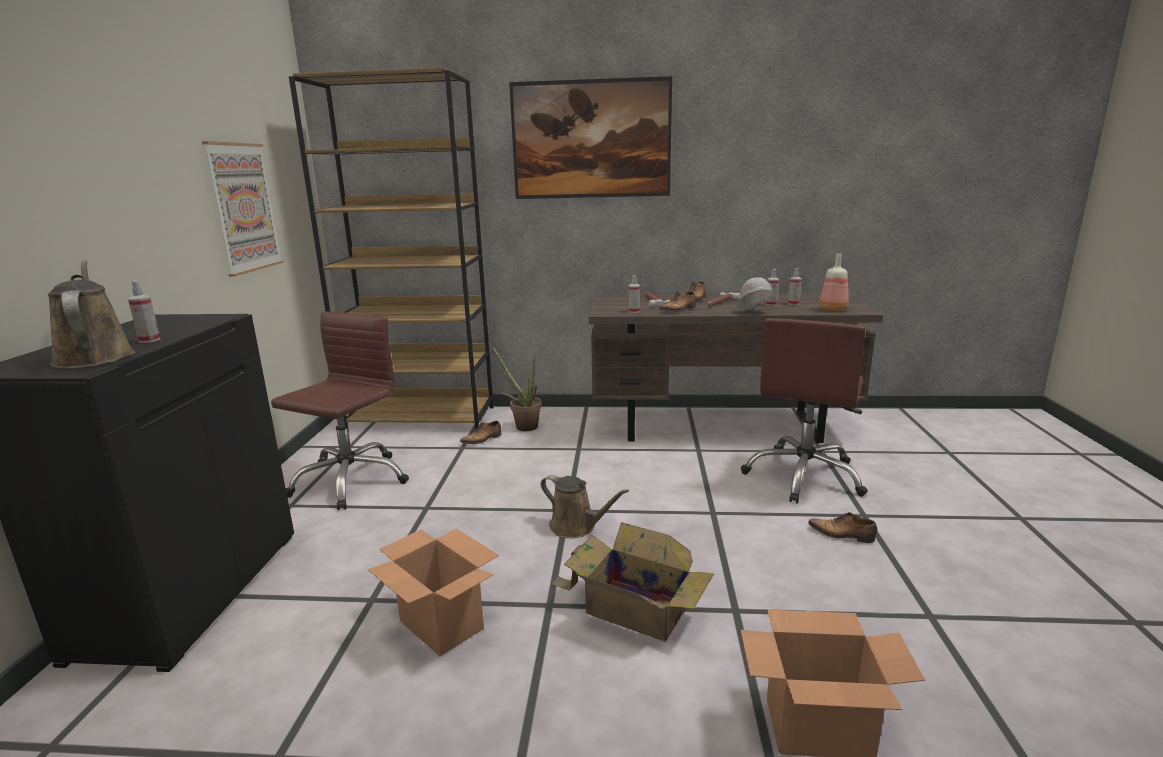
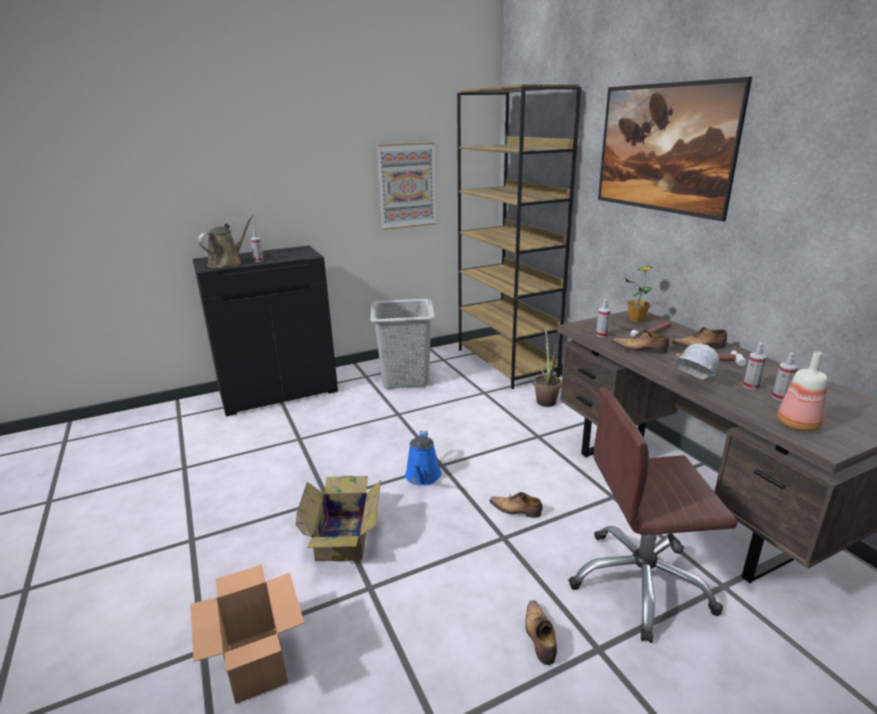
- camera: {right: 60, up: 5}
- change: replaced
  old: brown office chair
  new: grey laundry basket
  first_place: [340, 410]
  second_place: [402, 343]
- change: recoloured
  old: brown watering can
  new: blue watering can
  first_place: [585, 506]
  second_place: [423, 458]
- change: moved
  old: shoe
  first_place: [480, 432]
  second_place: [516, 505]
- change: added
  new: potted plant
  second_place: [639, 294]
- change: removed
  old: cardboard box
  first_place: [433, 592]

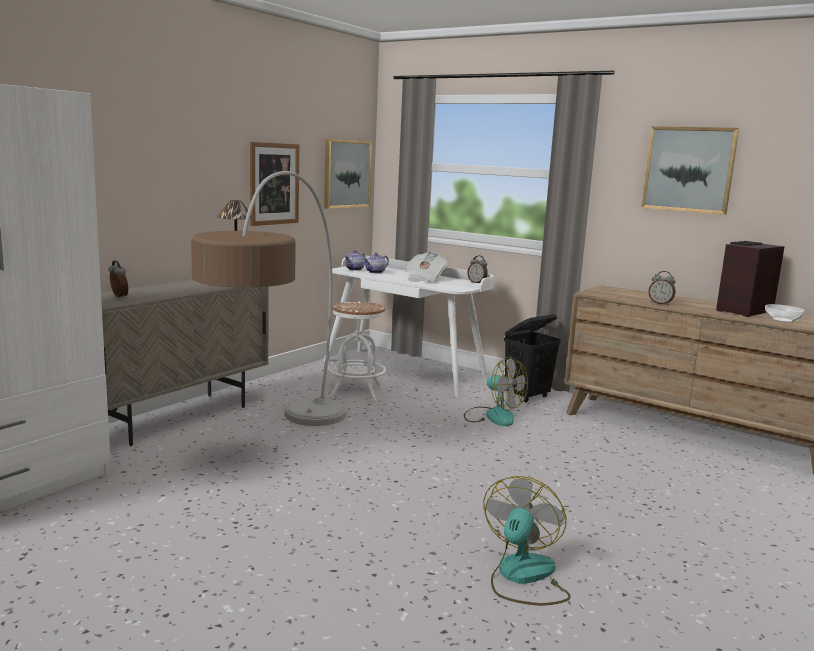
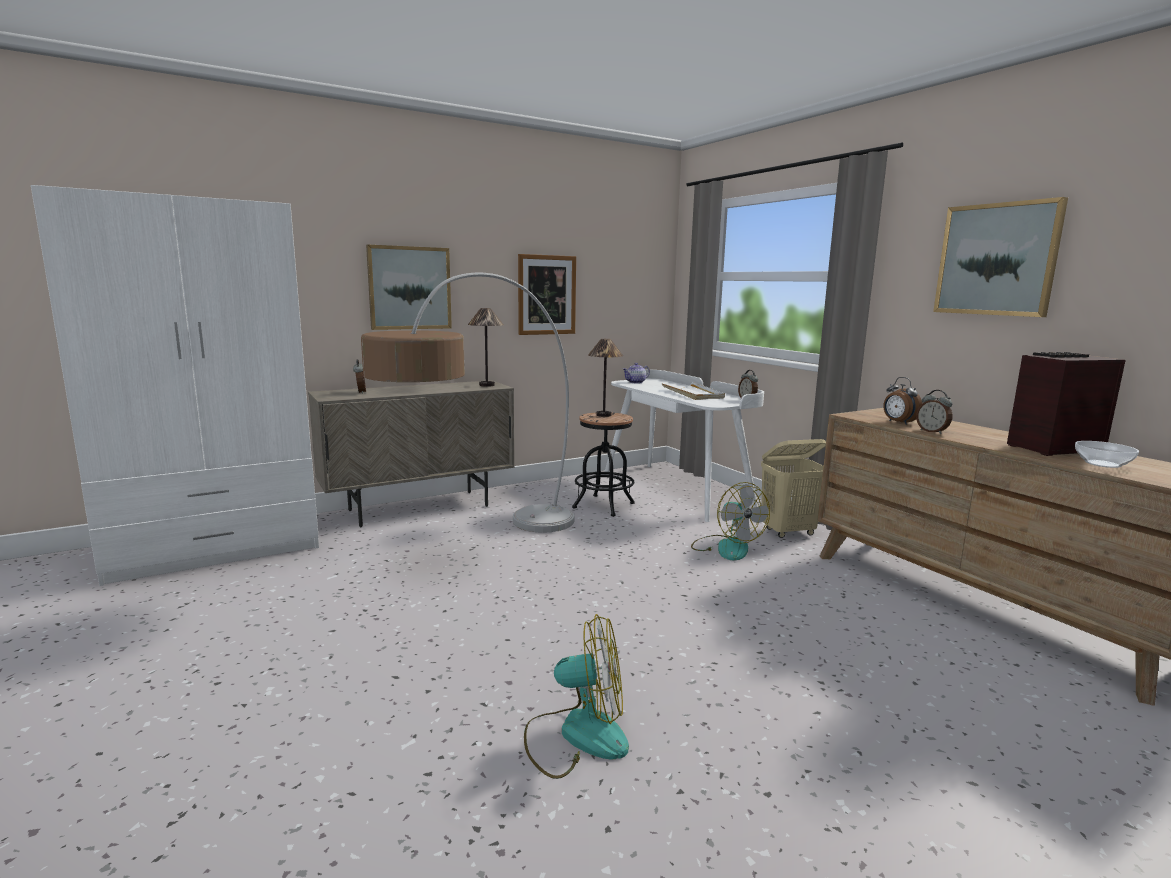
- camera: {right: 25, up: 0}
- change: moved
  old: picture
  first_place: [348, 174]
  second_place: [409, 287]
- change: turned
  old: fan
  first_place: [527, 540]
  second_place: [576, 696]
  degrees: 45
- change: recoloured
  old: white stool
  new: black stool
  first_place: [356, 351]
  second_place: [603, 465]
- change: added
  new: table lamp
  second_place: [605, 378]
- change: replaced
  old: newspaper
  new: white tray
  first_place: [427, 267]
  second_place: [693, 391]
- change: recoloured
  old: black laundry basket
  new: beige laundry basket
  first_place: [532, 358]
  second_place: [793, 488]
- change: added
  new: alarm clock
  second_place: [902, 401]
- change: removed
  old: teapot
  first_place: [376, 263]

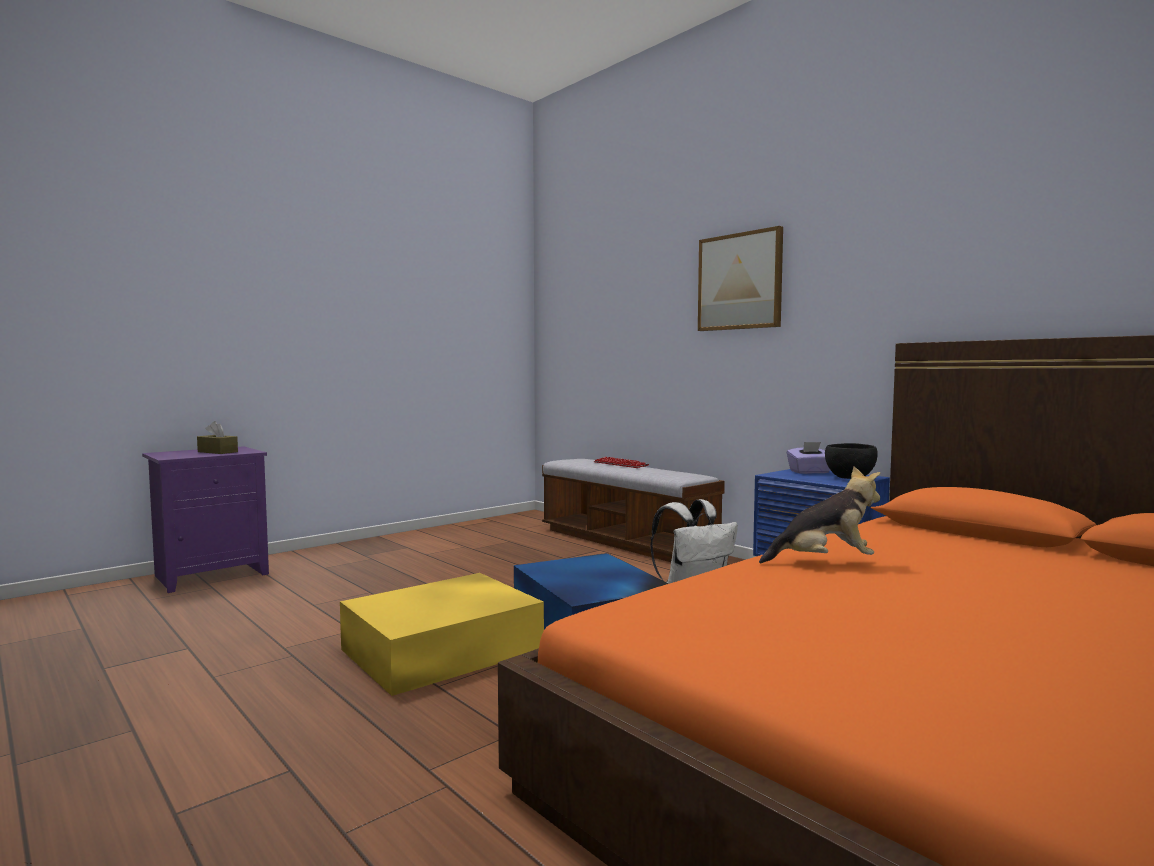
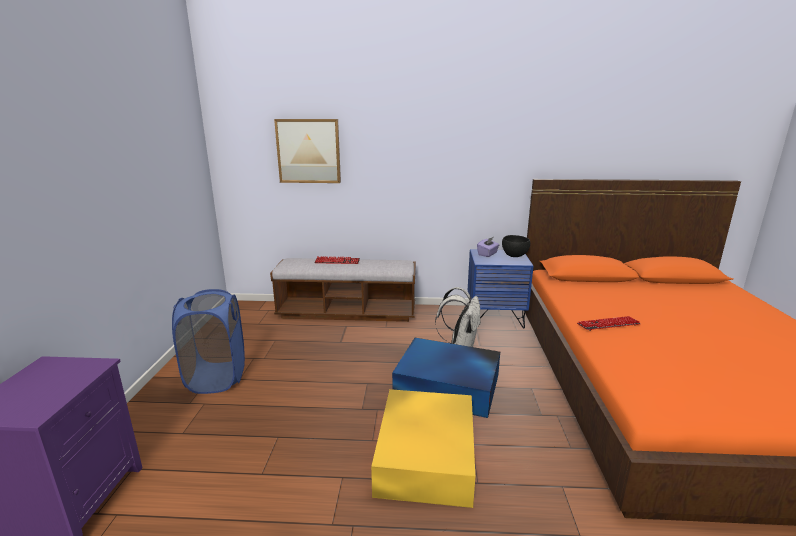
- camera: {right: -45, up: 15}
- change: added
  new: blue laundry basket
  second_place: [208, 341]
- change: moved
  old: picture
  first_place: [740, 278]
  second_place: [307, 151]
- change: replaced
  old: plush toy
  new: keyboard
  first_place: [819, 514]
  second_place: [609, 323]
- change: removed
  old: brown tissue box
  first_place: [217, 437]

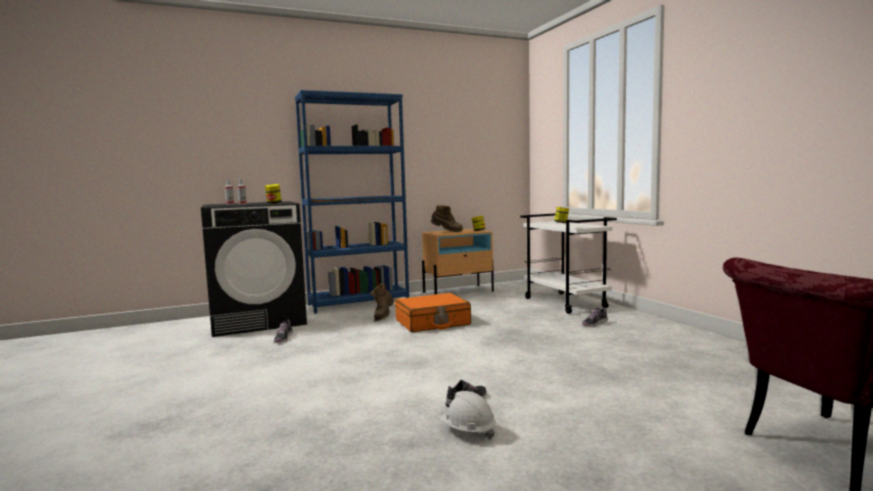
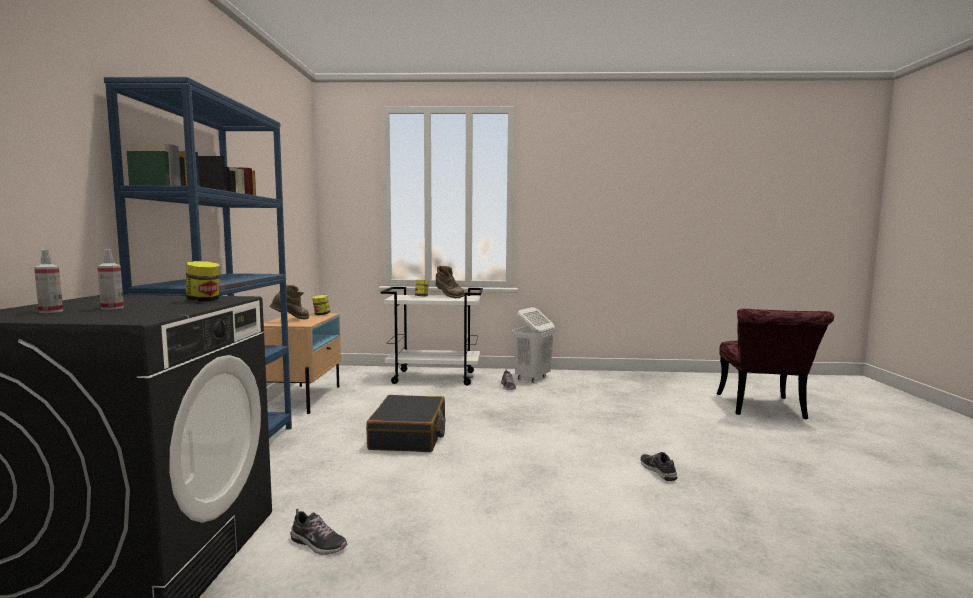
- camera: {right: -65, up: 0}
- change: recoloured
  old: orange suitcase
  new: black suitcase
  first_place: [433, 312]
  second_place: [405, 423]
- change: moved
  old: brown boot
  first_place: [382, 302]
  second_place: [449, 281]
- change: added
  new: white laundry basket
  second_place: [533, 345]
- change: removed
  old: white hard hat
  first_place: [468, 415]

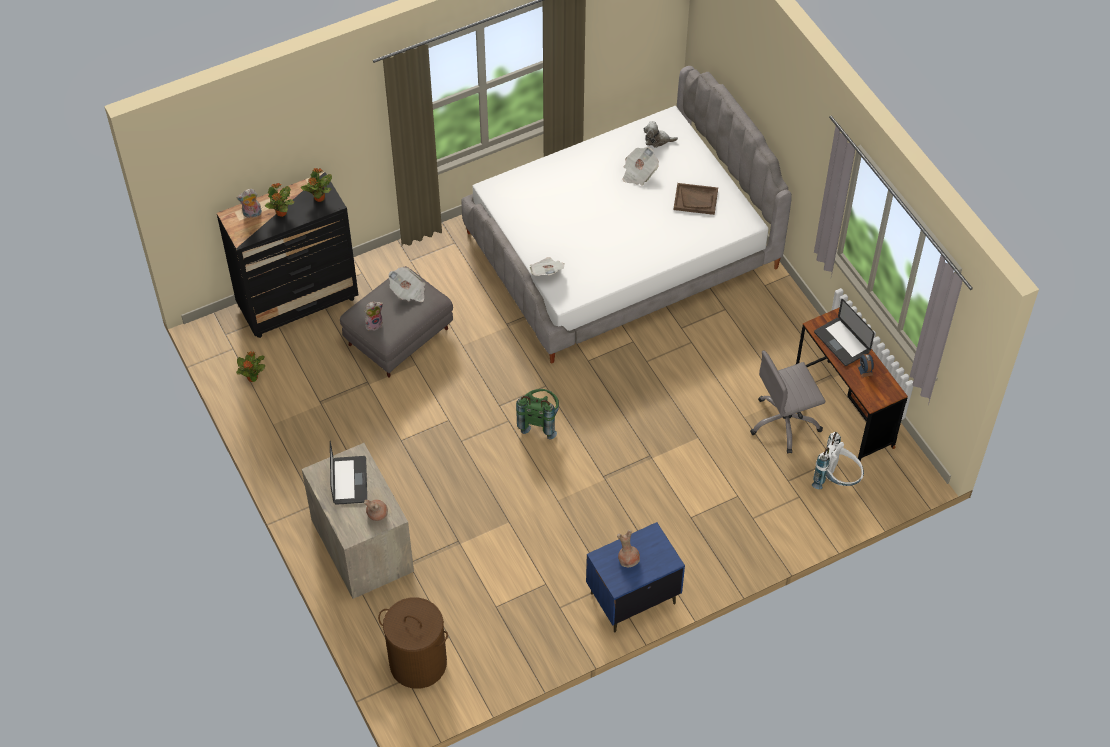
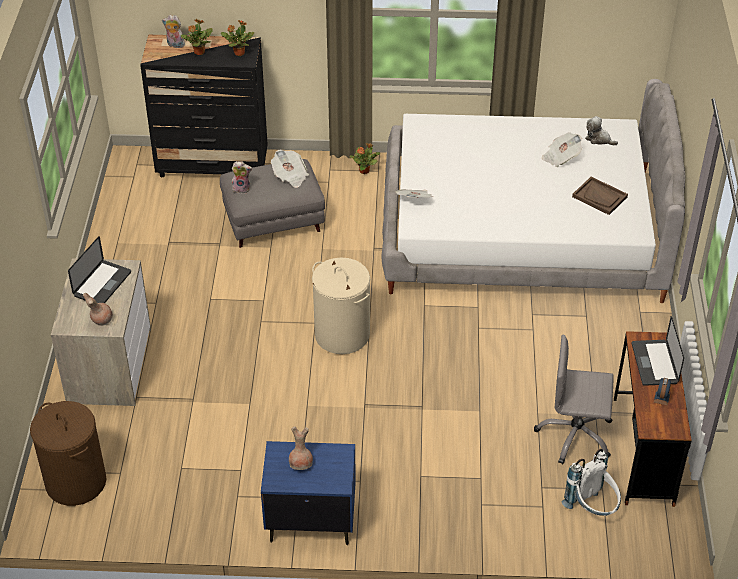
- camera: {right: 30, up: -10}
- change: replaced
  old: green backpack
  new: beige laundry basket
  first_place: [537, 414]
  second_place: [341, 306]
- change: moved
  old: potted plant
  first_place: [250, 366]
  second_place: [364, 158]

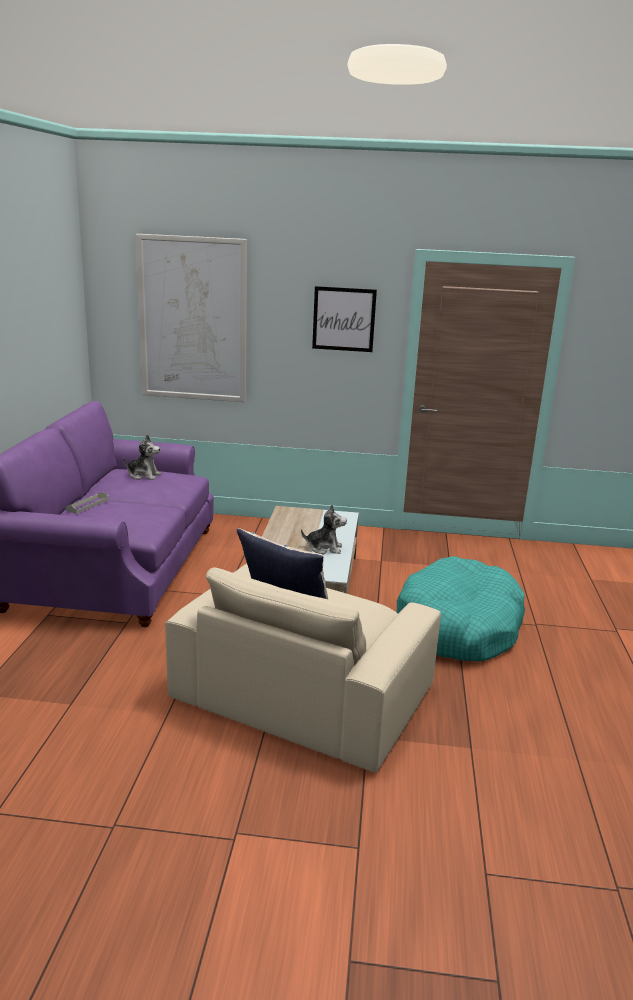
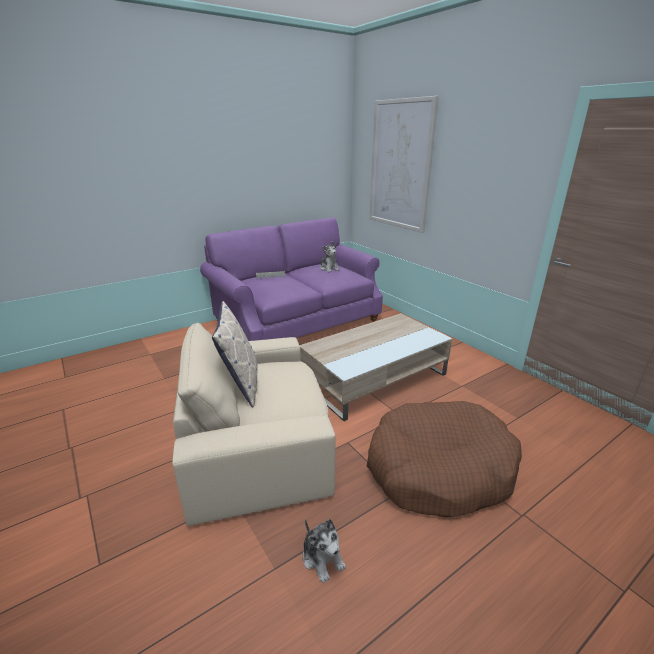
- camera: {right: 50, up: 5}
- change: moved
  old: plush toy
  first_place: [324, 529]
  second_place: [324, 551]
- change: recoloured
  old: turquoise dog bed
  new: brown dog bed
  first_place: [461, 608]
  second_place: [444, 459]
- change: removed
  old: picture
  first_place: [344, 319]

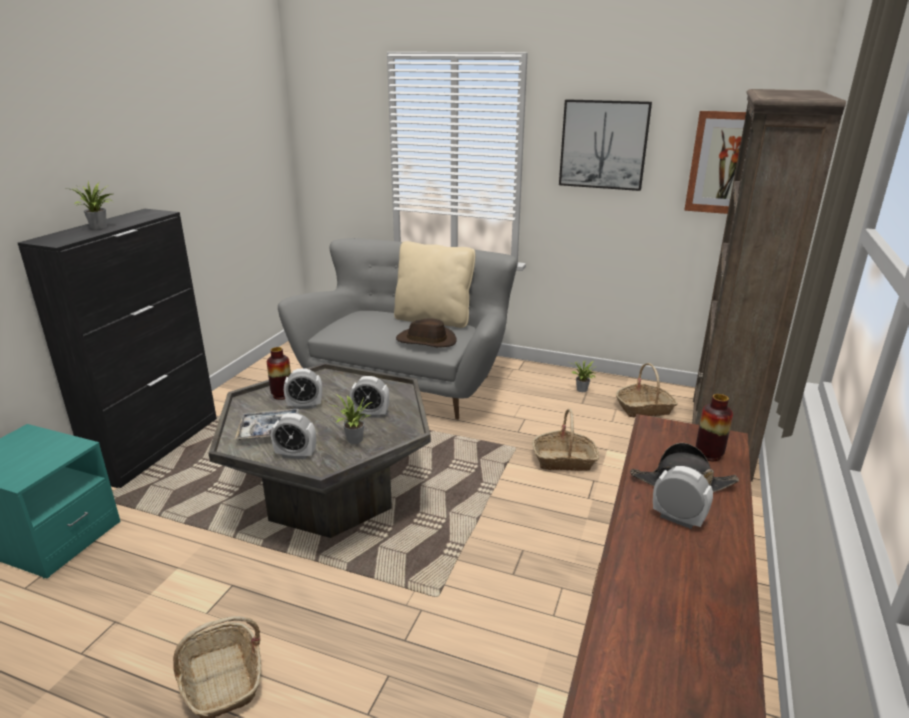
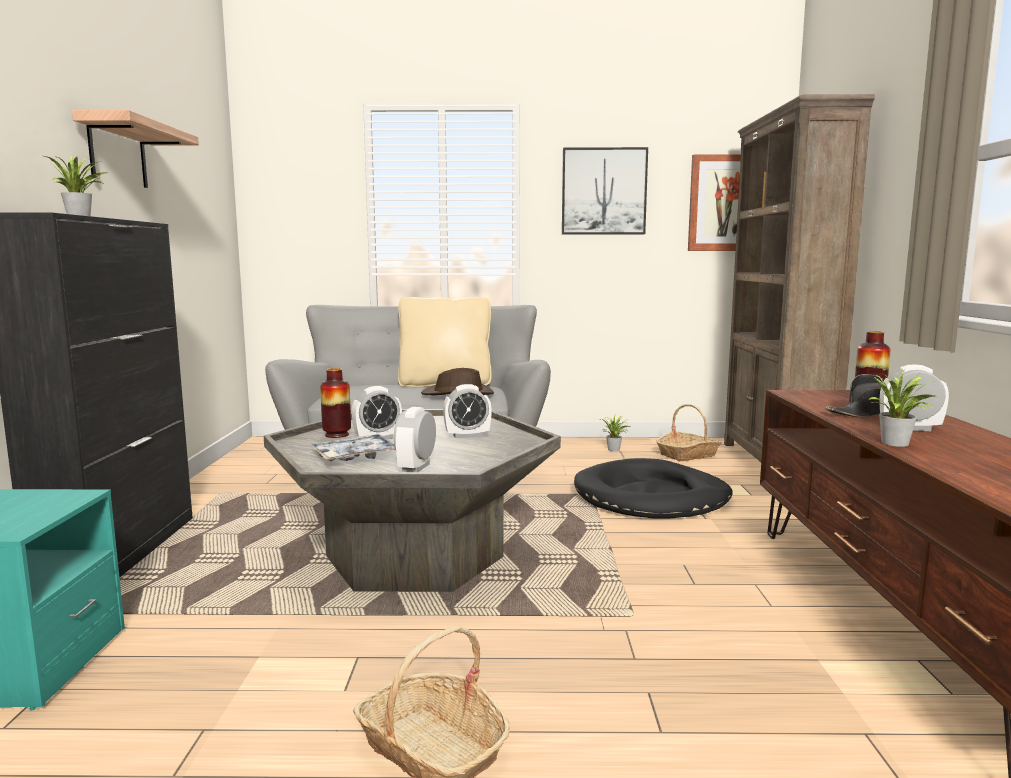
- camera: {right: -20, up: -15}
- change: added
  new: shelf
  second_place: [135, 149]
- change: turned
  old: alarm clock
  first_place: [293, 436]
  second_place: [415, 439]
  degrees: 120
- change: replaced
  old: basket
  new: black dog bed
  first_place: [565, 440]
  second_place: [653, 488]
- change: moved
  old: potted plant
  first_place: [351, 419]
  second_place: [900, 408]

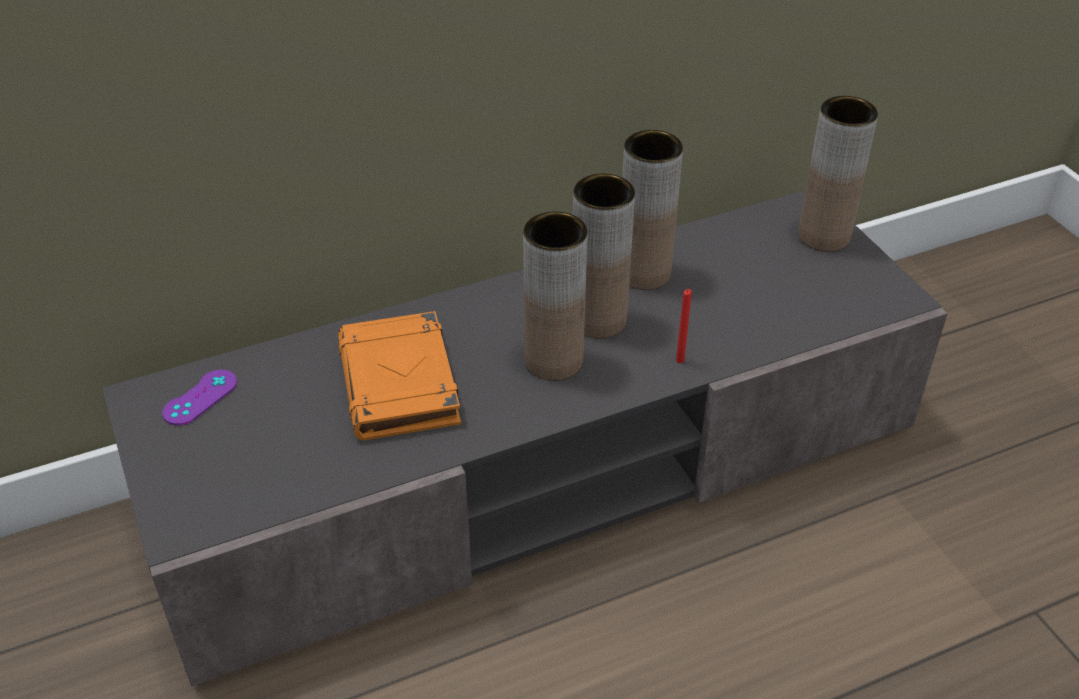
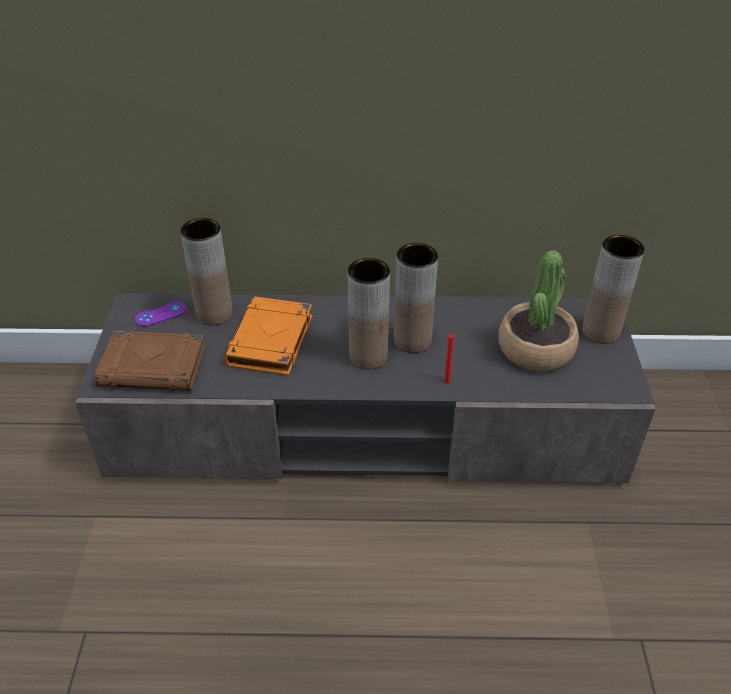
- camera: {right: 25, up: 0}
- change: added
  new: brown book
  second_place: [150, 361]
- change: moved
  old: brown vase
  first_place: [652, 210]
  second_place: [206, 271]
- change: added
  new: potted plant
  second_place: [538, 310]

